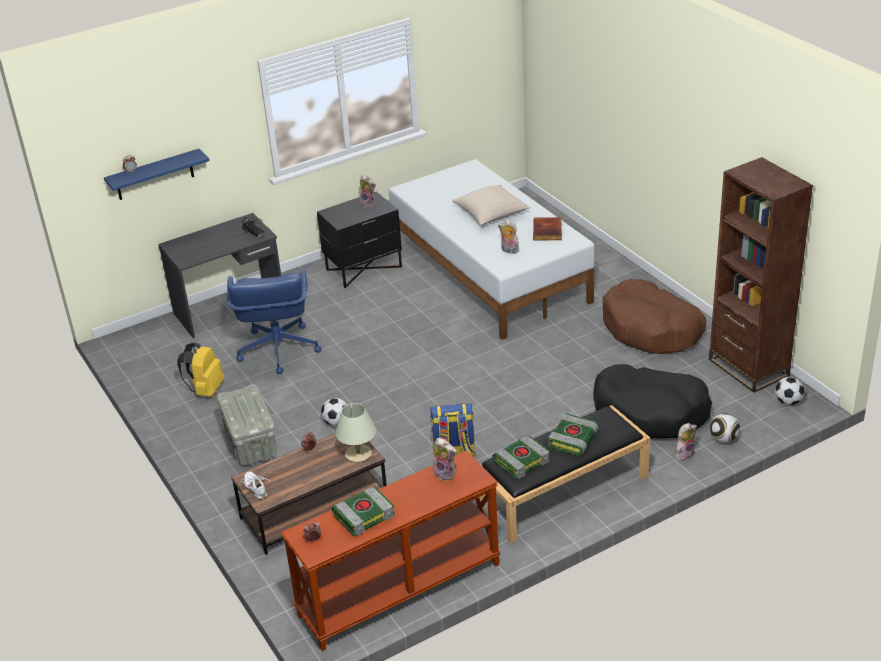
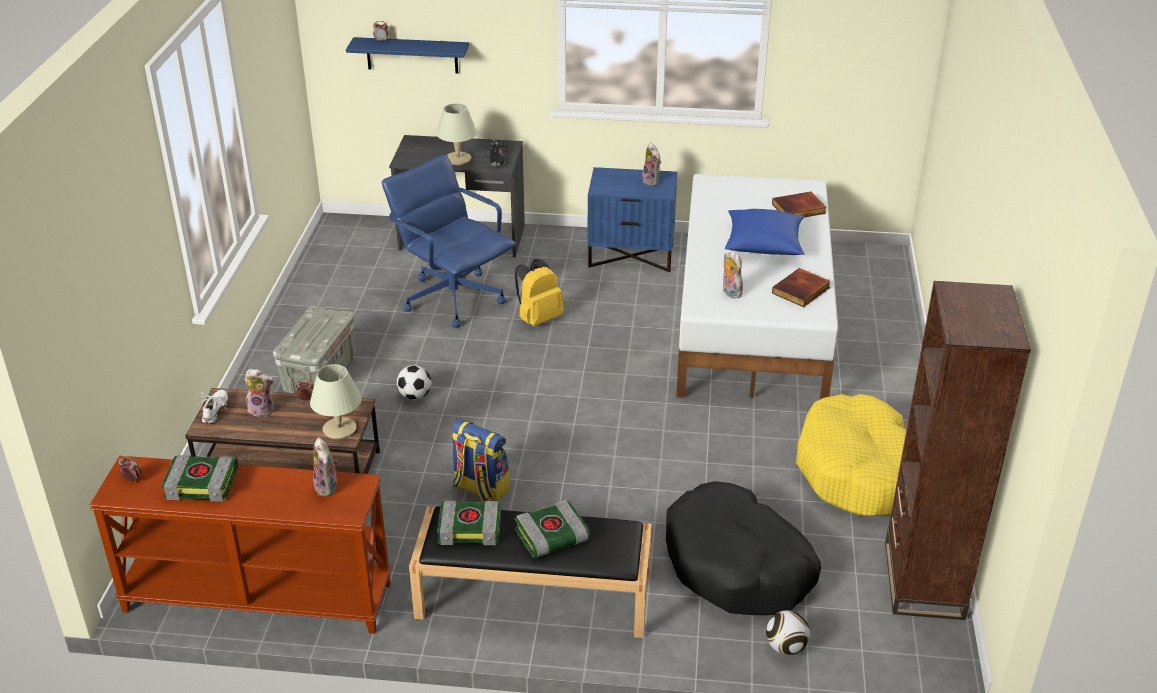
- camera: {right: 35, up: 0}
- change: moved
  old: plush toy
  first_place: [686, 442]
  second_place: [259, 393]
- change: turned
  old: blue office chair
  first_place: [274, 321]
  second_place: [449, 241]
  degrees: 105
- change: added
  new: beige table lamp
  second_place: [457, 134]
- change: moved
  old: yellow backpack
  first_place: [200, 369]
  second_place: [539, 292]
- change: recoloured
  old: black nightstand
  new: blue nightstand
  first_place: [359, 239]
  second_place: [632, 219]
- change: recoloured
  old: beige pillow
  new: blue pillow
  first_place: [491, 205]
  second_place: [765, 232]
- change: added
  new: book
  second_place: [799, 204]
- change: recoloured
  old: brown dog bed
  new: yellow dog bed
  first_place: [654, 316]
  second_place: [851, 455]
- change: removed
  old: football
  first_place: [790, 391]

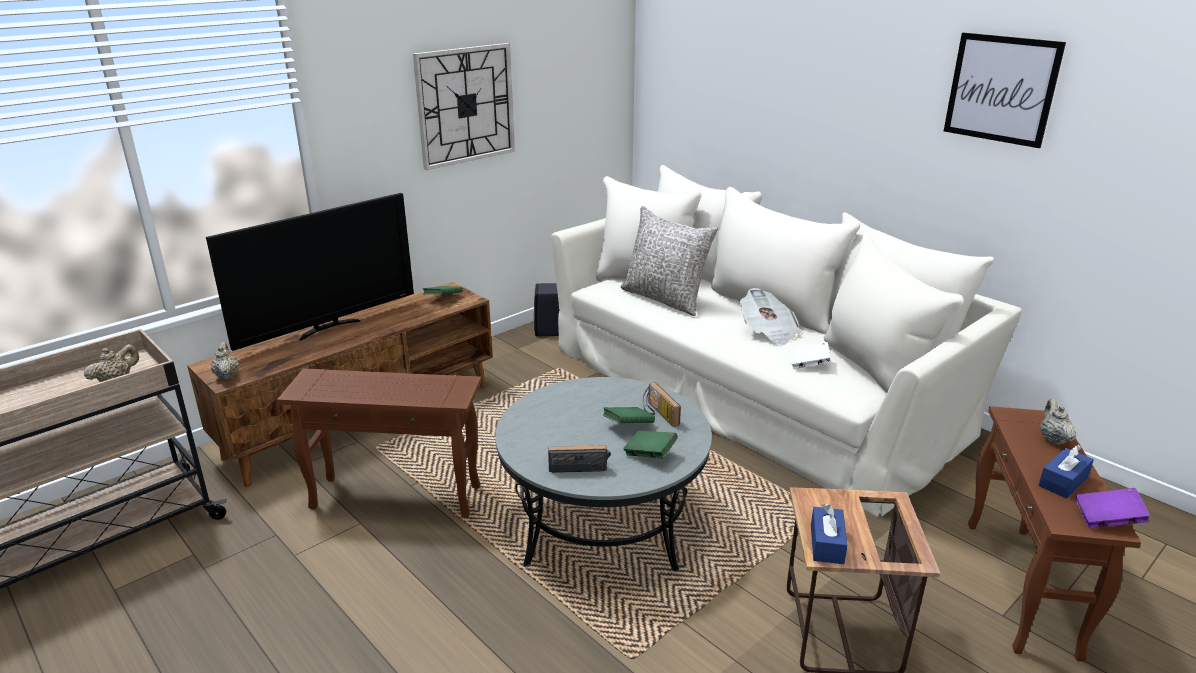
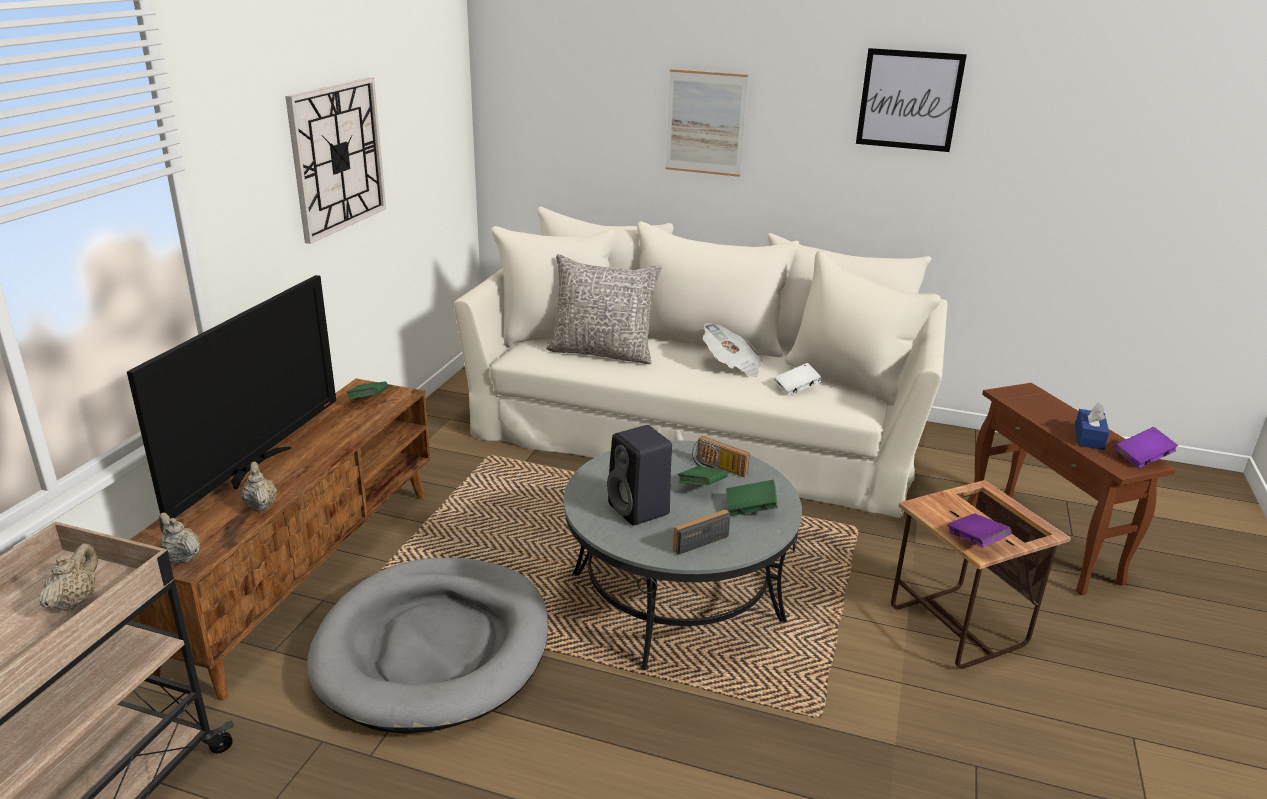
- camera: {right: -30, up: 0}
- change: moved
  old: beige teapot
  first_place: [1058, 422]
  second_place: [259, 486]
- change: replaced
  old: brown side table
  new: grey dog bed
  first_place: [379, 443]
  second_place: [427, 646]
- change: moved
  old: black speaker
  first_place: [546, 309]
  second_place: [639, 475]
- change: added
  new: picture
  second_place: [707, 123]
- change: replaced
  old: blue tissue box
  new: purple book
  first_place: [829, 534]
  second_place: [979, 530]

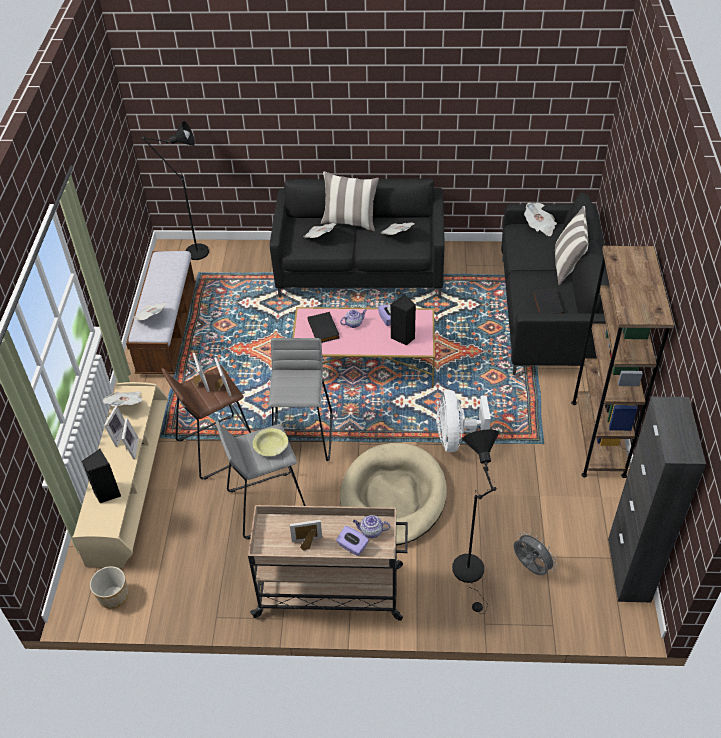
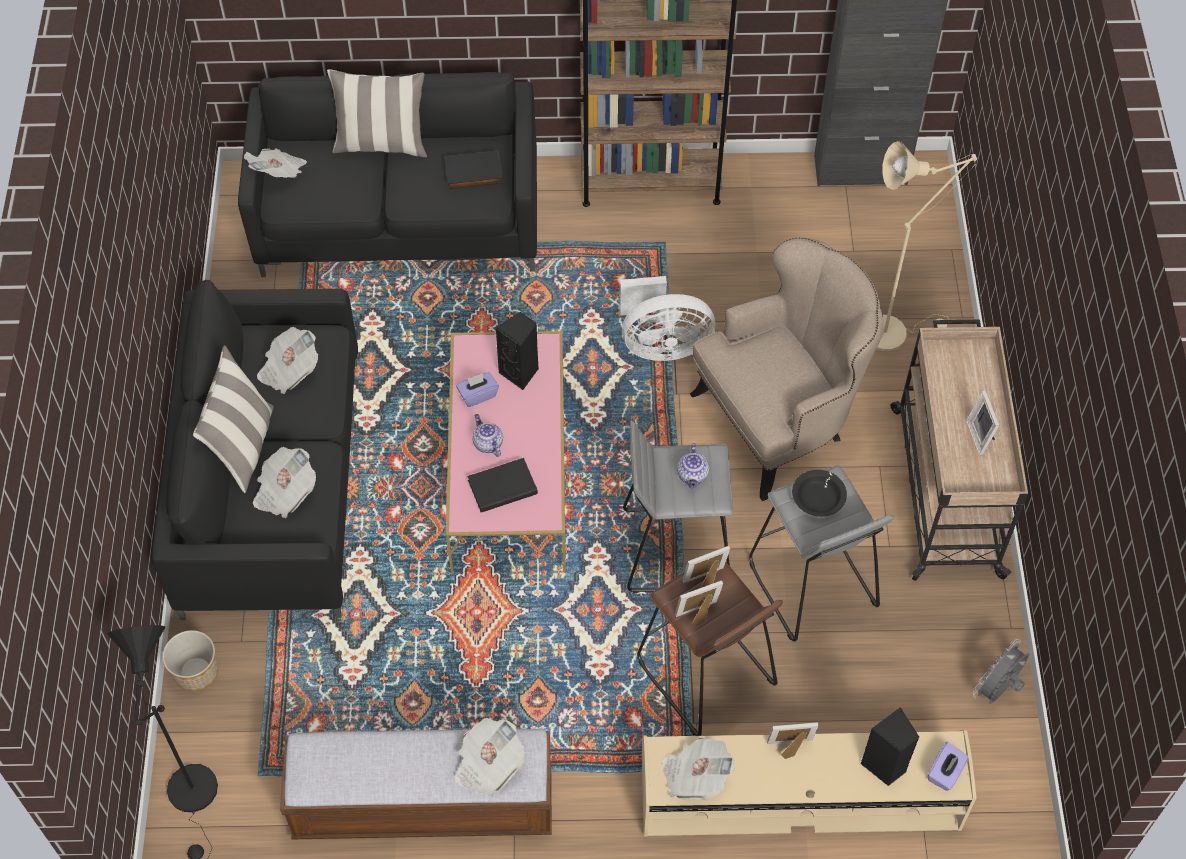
- camera: {right: -95, up: 10}
- change: moved
  old: planter
  first_place: [109, 587]
  second_place: [190, 660]
- change: moved
  old: teapot
  first_place: [371, 526]
  second_place: [693, 465]
- change: replaced
  old: beige dog bed
  new: beige armchair
  first_place: [393, 494]
  second_place: [787, 369]
- change: recoloured
  old: yellow bowl
  new: black bowl
  first_place: [270, 442]
  second_place: [819, 493]
- change: recoloured
  old: black floor lamp
  new: beige floor lamp
  first_place: [475, 521]
  second_place: [926, 246]
- change: moved
  old: purple tissue box
  first_place: [352, 541]
  second_place: [947, 766]
- change: moved
  old: grey fan
  first_place: [535, 553]
  second_place: [1001, 671]
- change: removed
  old: picture frame
  first_place: [114, 426]

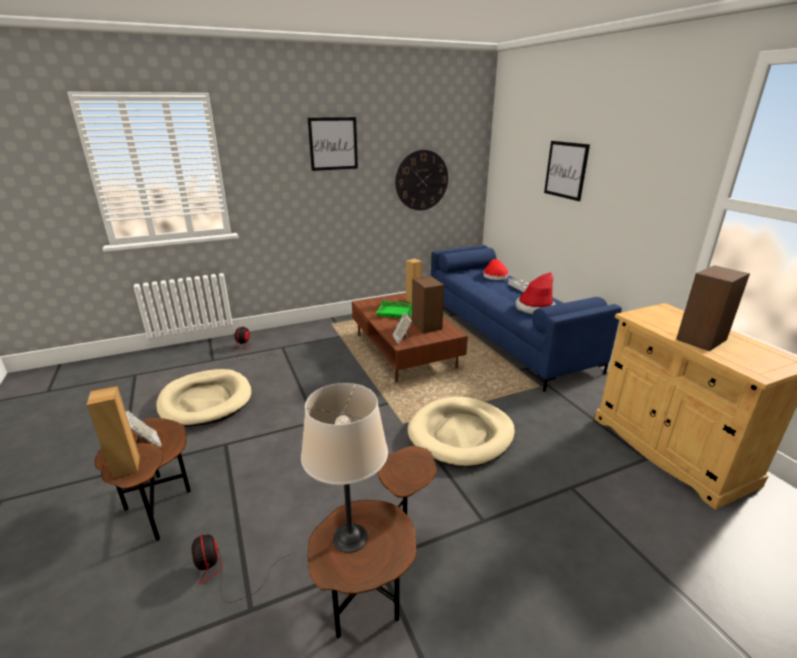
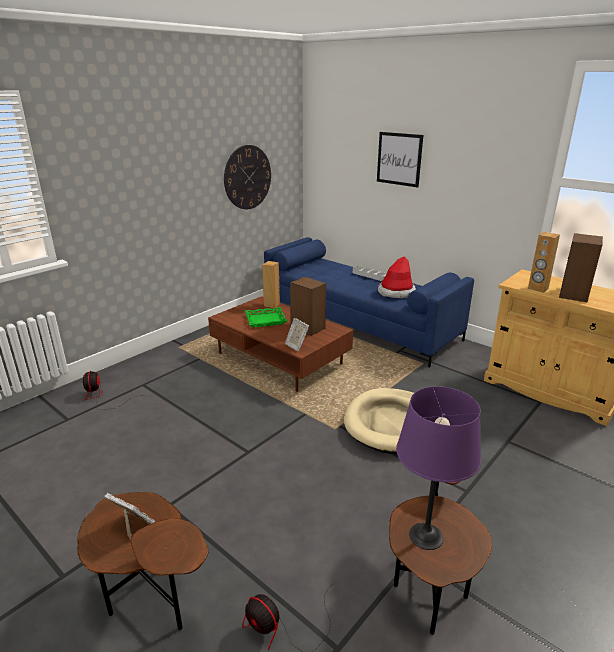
- camera: {right: -25, up: 0}
- change: recoloured
  old: beige table lamp
  new: purple table lamp
  first_place: [344, 468]
  second_place: [438, 468]
- change: moved
  old: brown speaker
  first_place: [113, 432]
  second_place: [544, 262]
- change: removed
  old: beige dog bed
  first_place: [203, 398]
- change: removed
  old: picture
  first_place: [333, 144]
- change: removed
  old: red hat
  first_place: [496, 269]

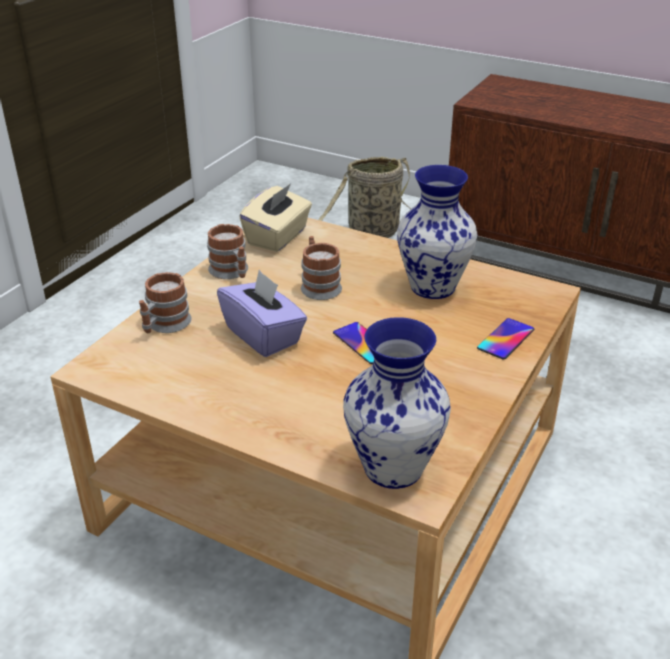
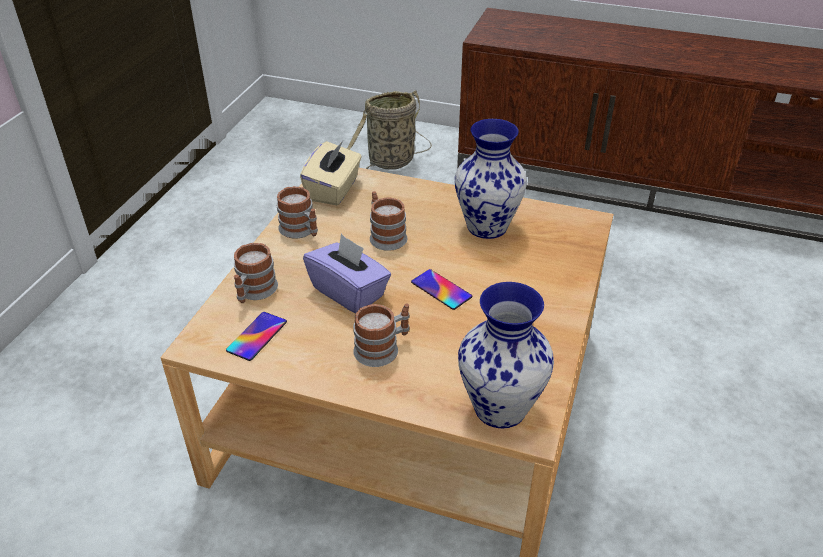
- camera: {right: -10, up: 5}
- change: moved
  old: phone
  first_place: [506, 339]
  second_place: [256, 336]
- change: added
  new: mug
  second_place: [381, 335]

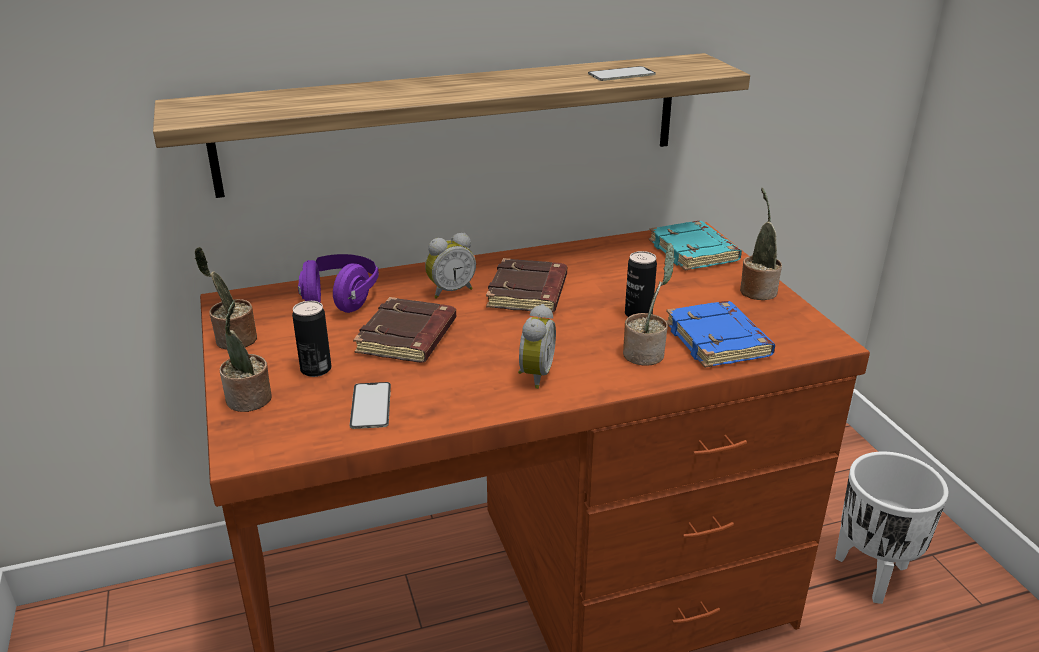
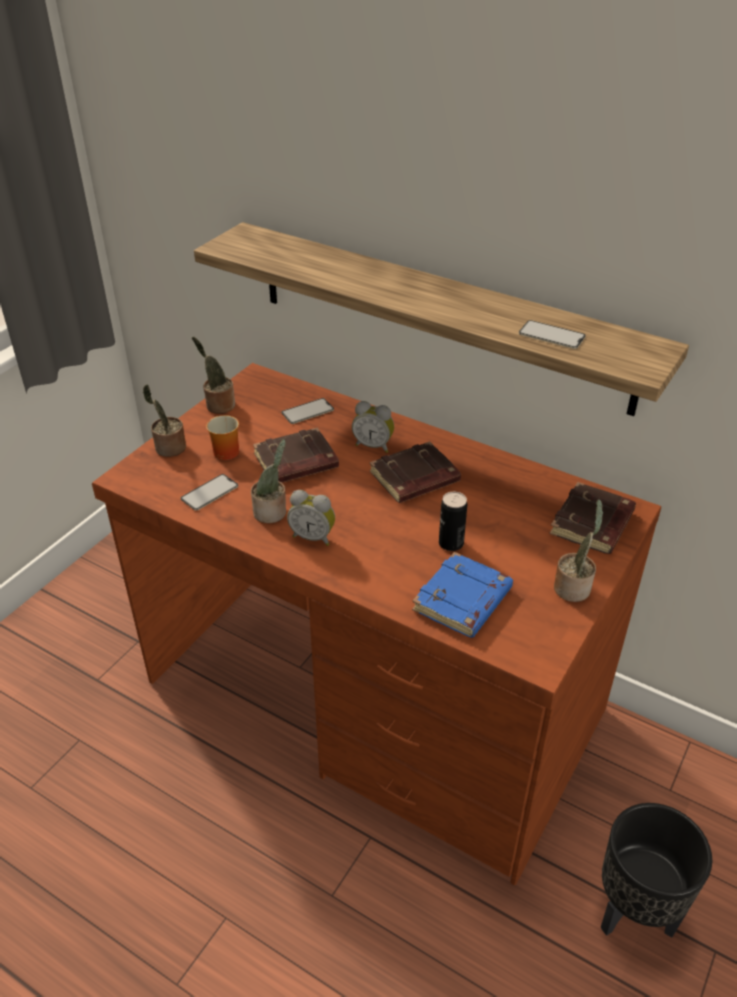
- camera: {right: 50, up: 10}
- change: replaced
  old: can
  new: mug
  first_place: [312, 339]
  second_place: [222, 437]
- change: moved
  old: potted plant
  first_place: [649, 304]
  second_place: [268, 481]
- change: replaced
  old: purple headphones
  new: phone
  first_place: [338, 283]
  second_place: [308, 411]
- change: turned
  old: alarm clock
  first_place: [537, 346]
  second_place: [311, 518]
  degrees: 45
- change: recoloured
  old: turquoise book
  new: brown book
  first_place: [695, 246]
  second_place: [592, 518]
- change: recoloured
  old: white planter
  new: black planter
  first_place: [891, 527]
  second_place: [656, 870]

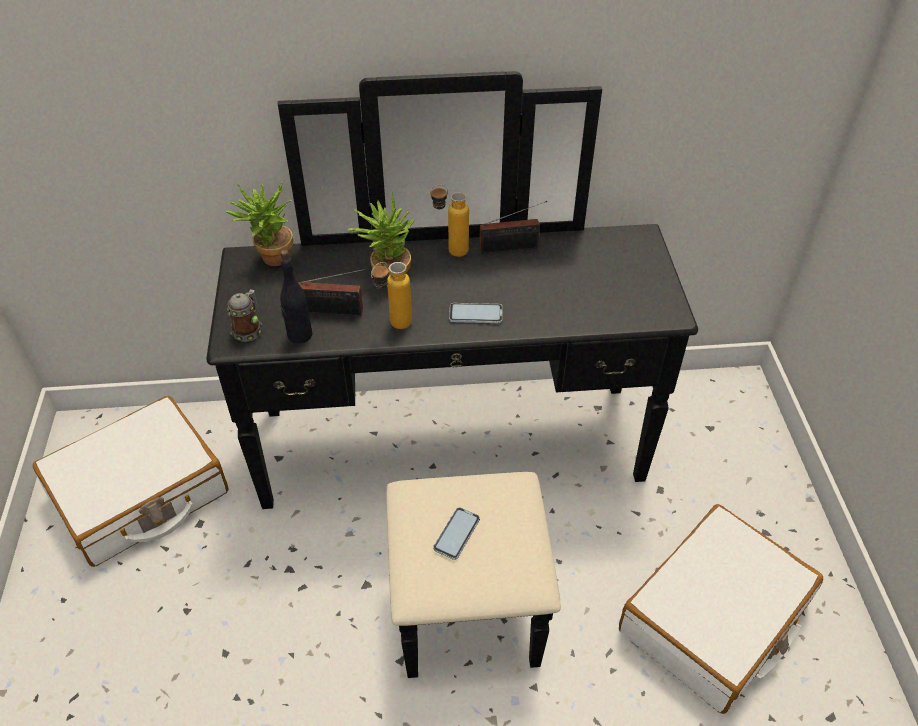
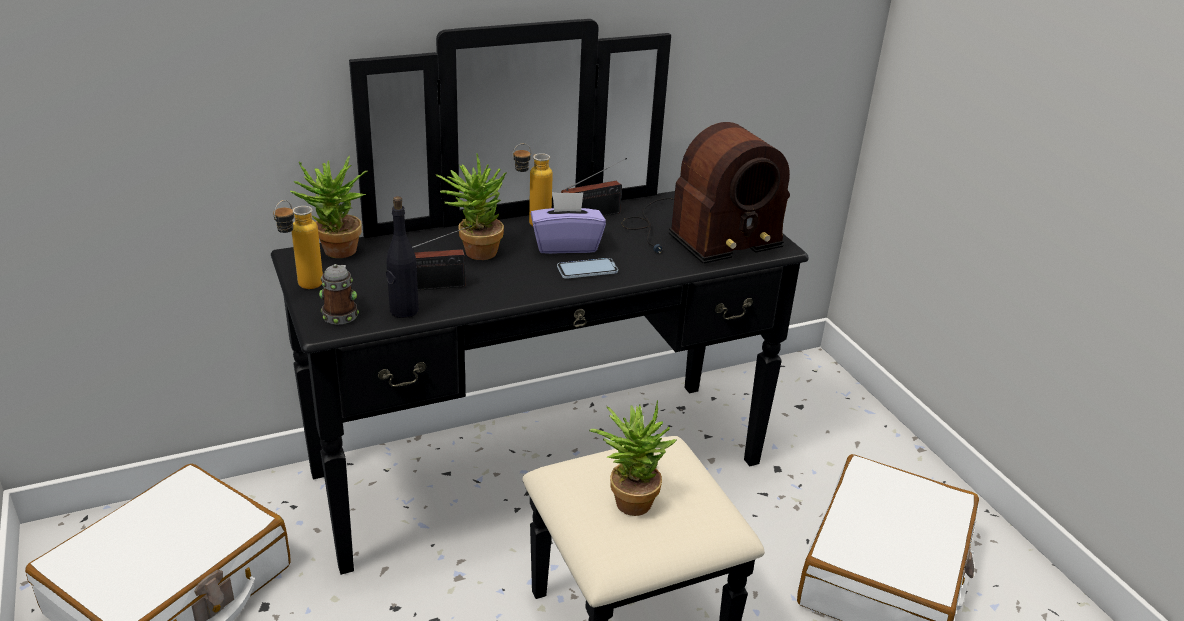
- camera: {right: -20, up: -15}
- change: moved
  old: bottle
  first_place: [391, 295]
  second_place: [298, 244]
- change: added
  new: purple tissue box
  second_place: [568, 223]
- change: replaced
  old: phone
  new: potted plant
  first_place: [456, 533]
  second_place: [632, 458]
- change: added
  new: radio
  second_place: [706, 193]

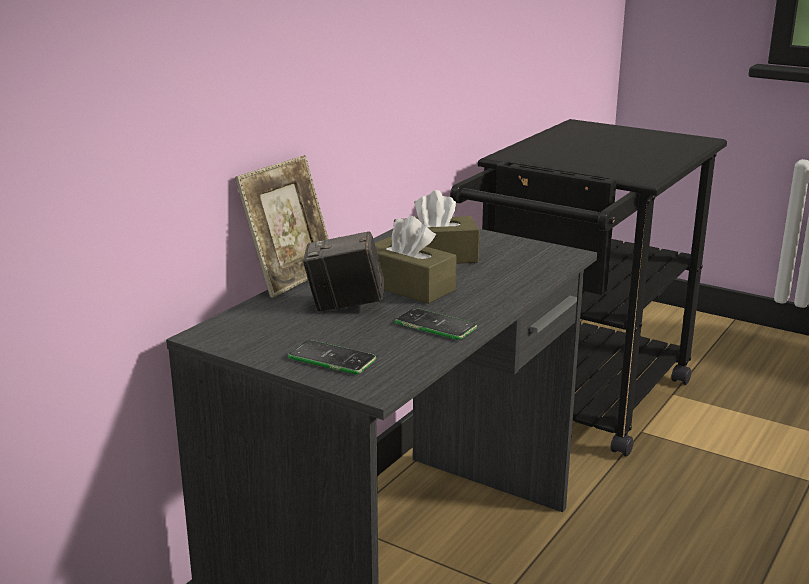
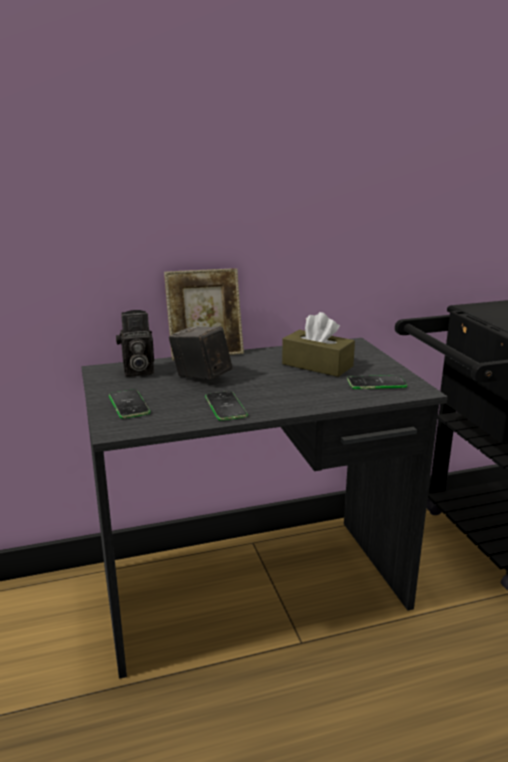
- camera: {right: 40, up: 0}
- change: added
  new: photo camera
  second_place: [135, 343]
- change: added
  new: phone
  second_place: [377, 382]
- change: removed
  old: brown tissue box
  first_place: [416, 259]

